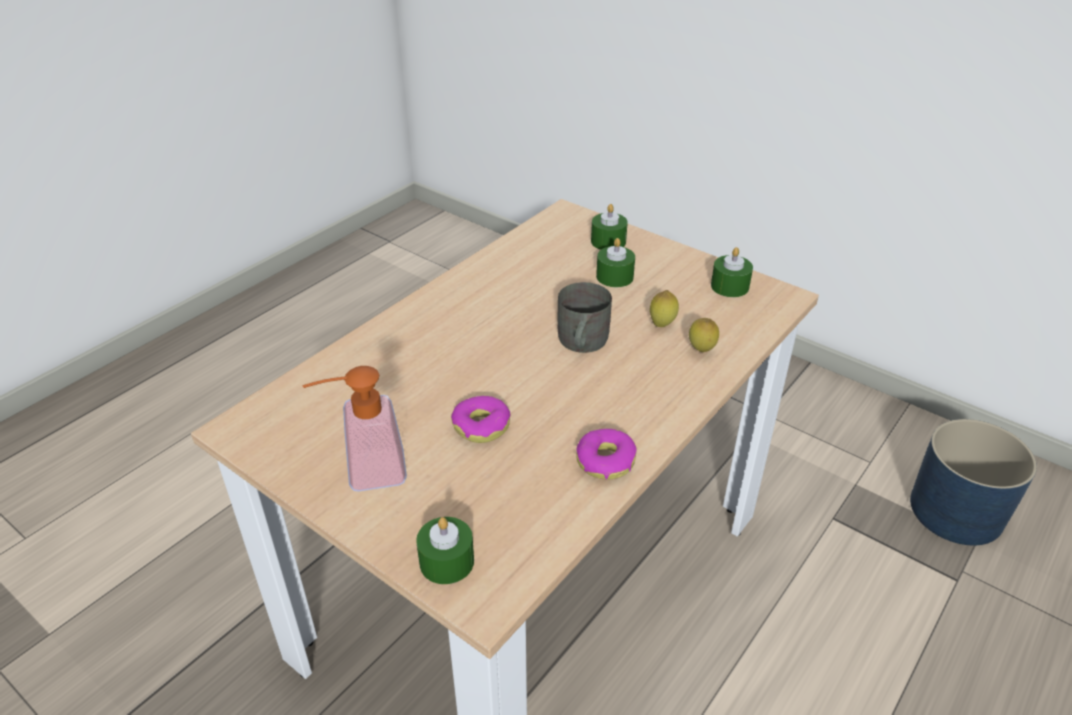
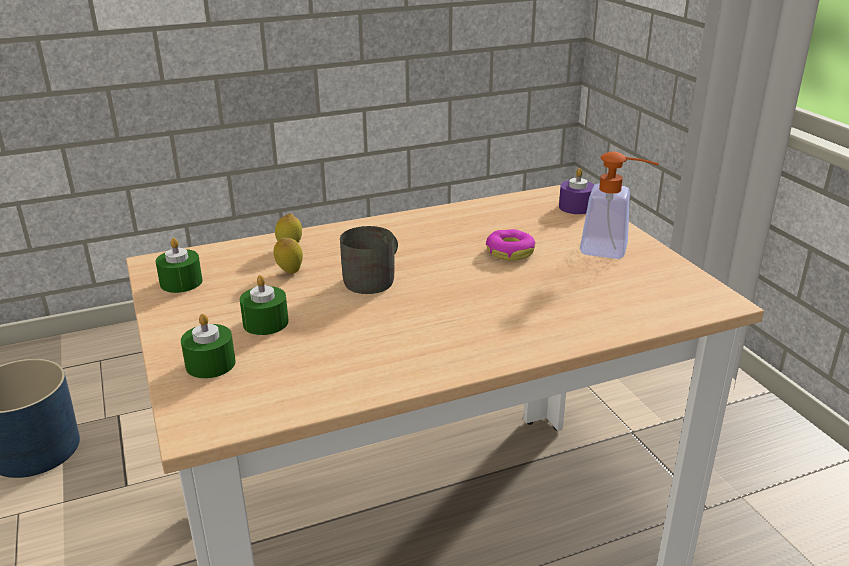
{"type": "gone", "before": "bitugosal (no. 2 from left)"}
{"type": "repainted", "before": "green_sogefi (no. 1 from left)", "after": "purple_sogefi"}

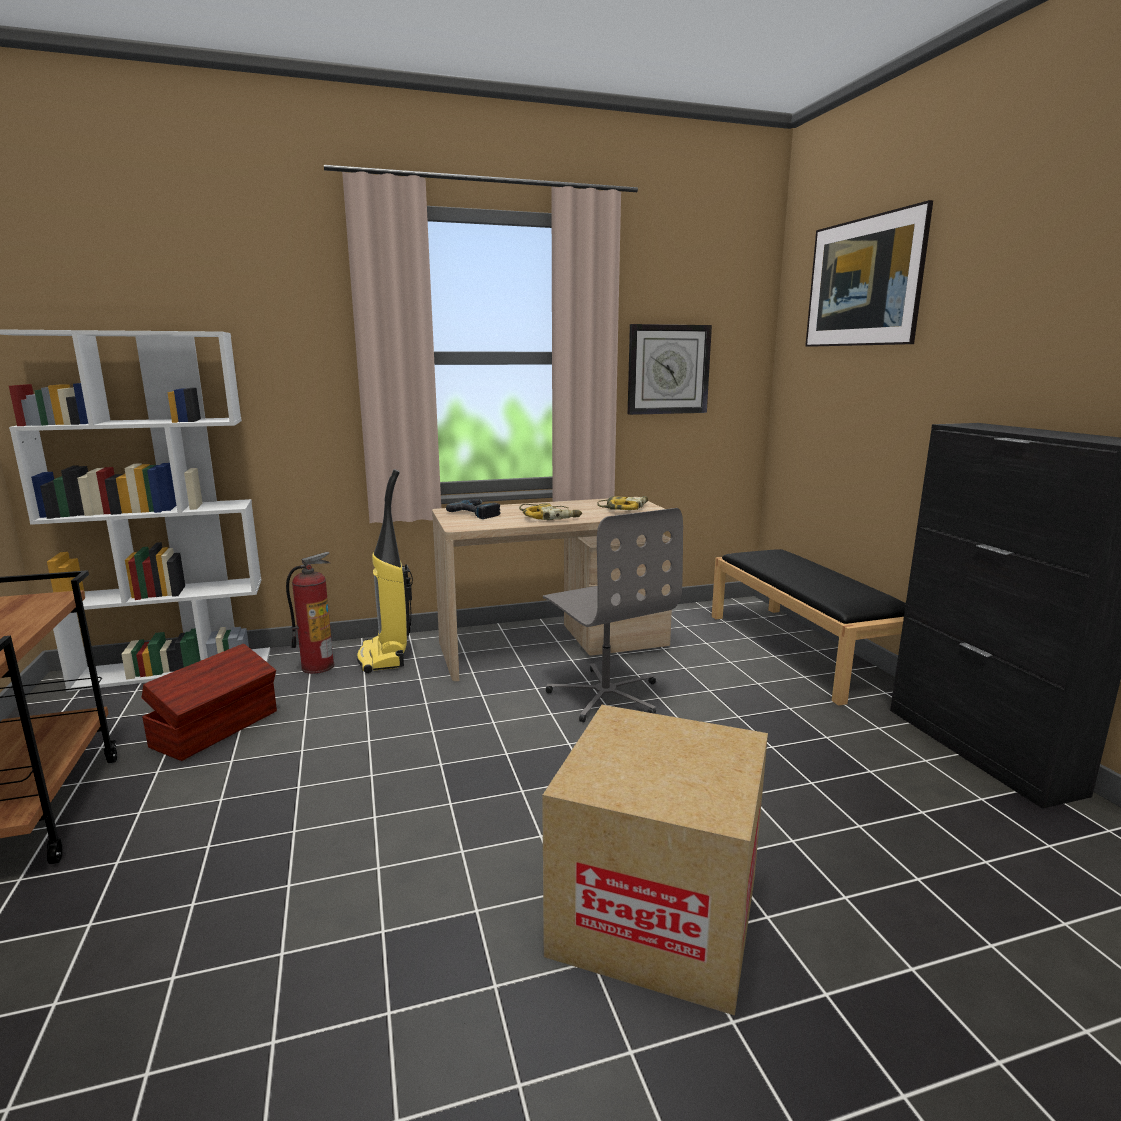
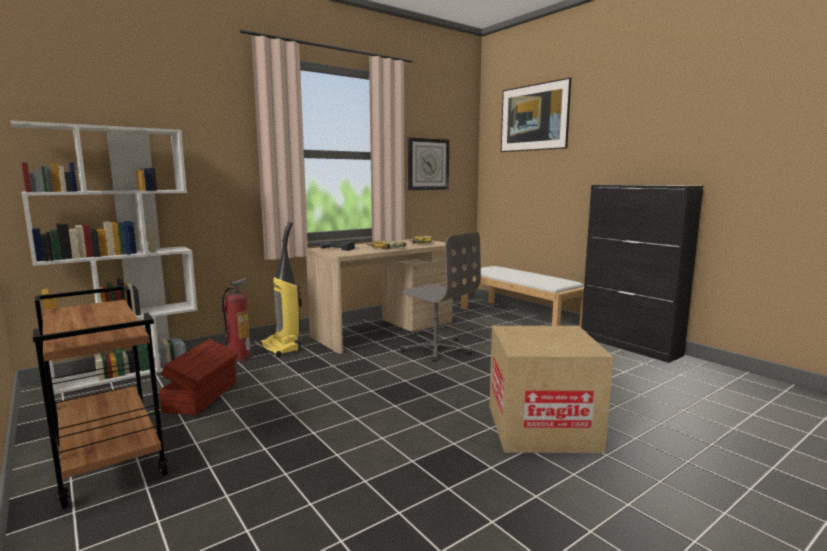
{"type": "repainted", "before": "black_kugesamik", "after": "white_kugesamik"}

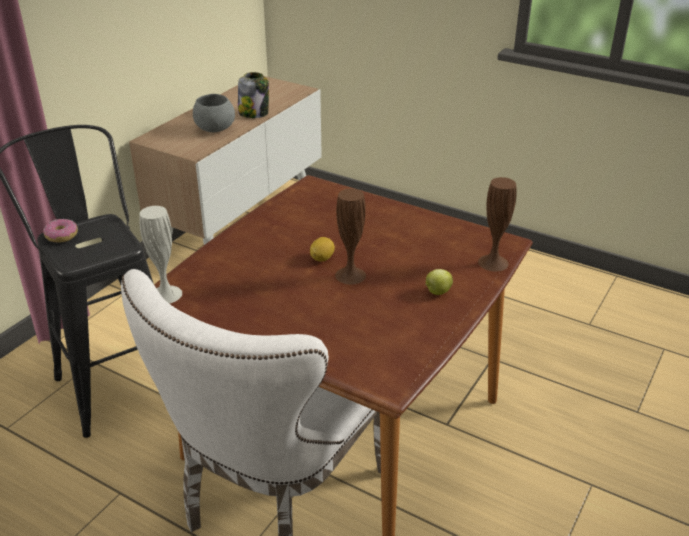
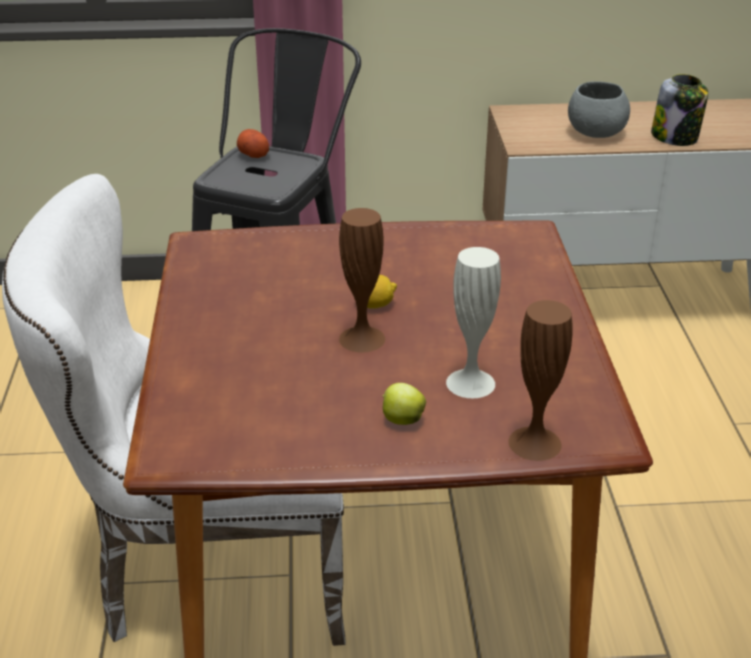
{"type": "shifted", "before": "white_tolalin"}
{"type": "swapped", "before": "bitugosal", "after": "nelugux"}

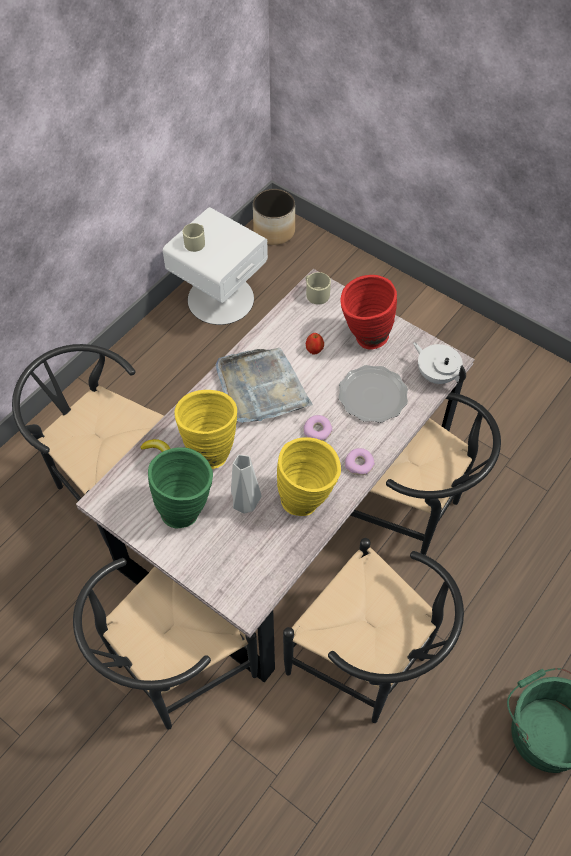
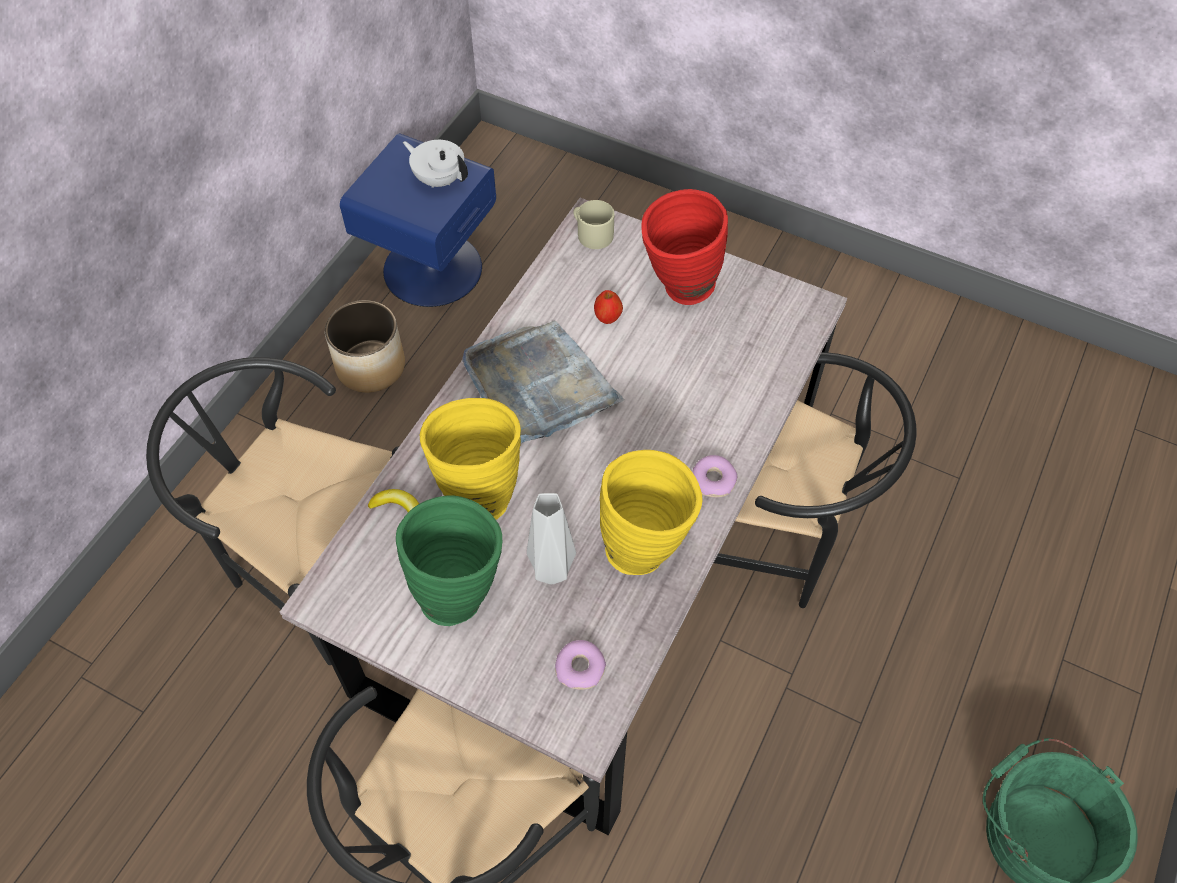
{"type": "gone", "before": "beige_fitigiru (no. 1 from left)"}
{"type": "gone", "before": "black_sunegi (no. 3 from left)"}
{"type": "gone", "before": "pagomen"}
{"type": "shifted", "before": "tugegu"}
{"type": "shifted", "before": "bitugosal (no. 1 from left)"}
{"type": "shifted", "before": "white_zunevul"}
{"type": "repainted", "before": "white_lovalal", "after": "blue_lovalal"}

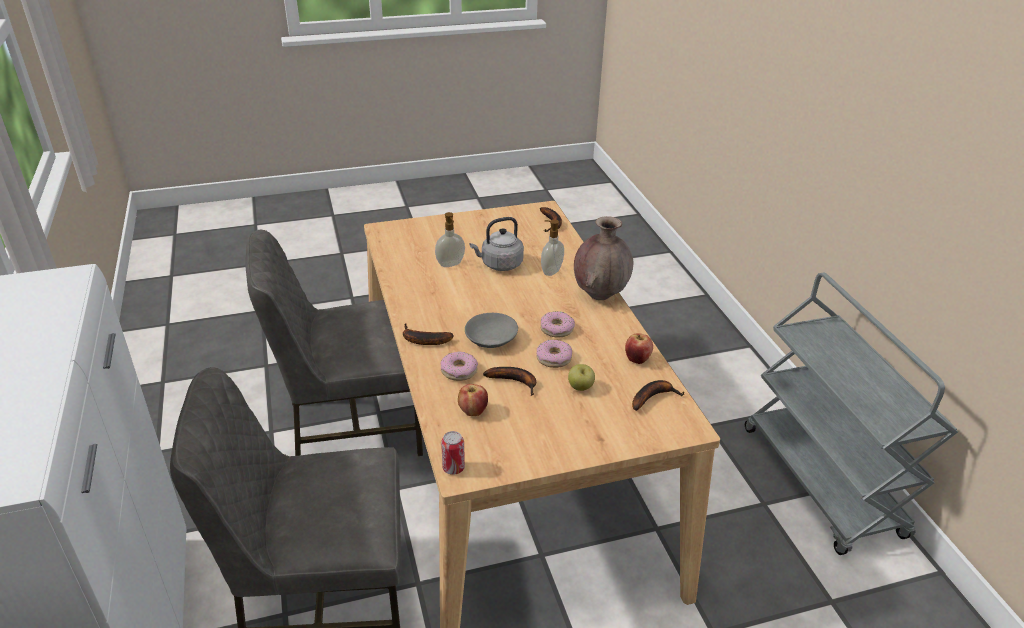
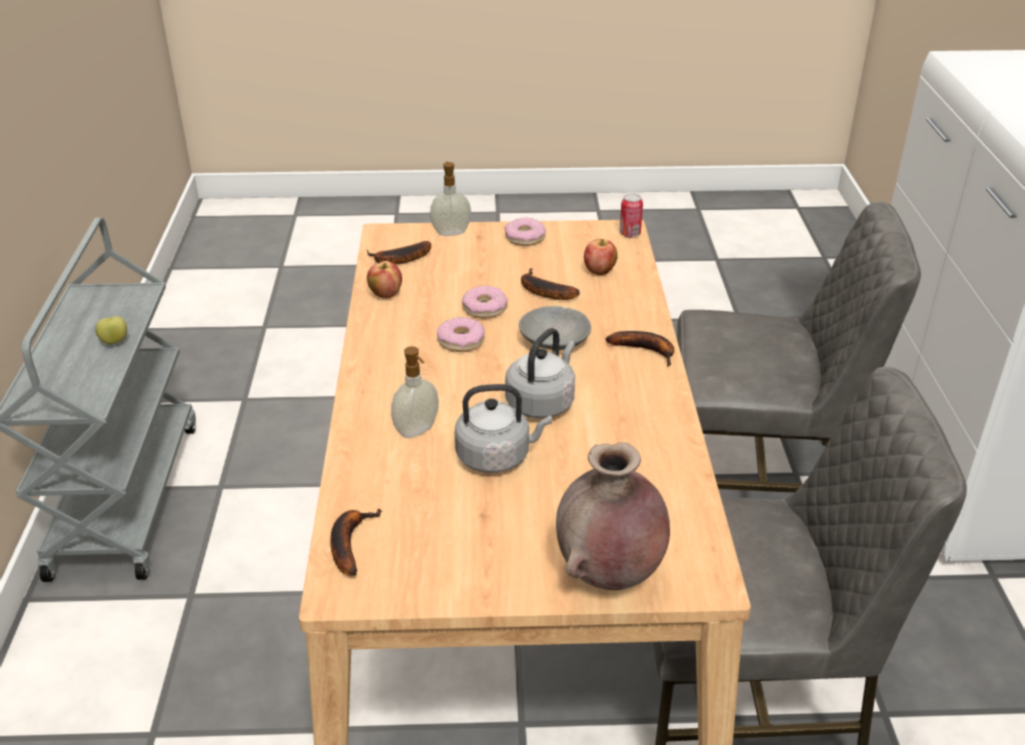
{"type": "new", "after": "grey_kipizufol (no. 2 from left)"}
{"type": "shifted", "before": "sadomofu (no. 1 from left in the first image)", "after": "sadomofu (no. 2 from left)"}
{"type": "shifted", "before": "bitugosal (no. 1 from left in the first image)", "after": "bitugosal (no. 3 from left)"}
{"type": "shifted", "before": "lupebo (no. 2 from left in the first image)", "after": "lupebo (no. 1 from left)"}
{"type": "shifted", "before": "brown_tolalin"}

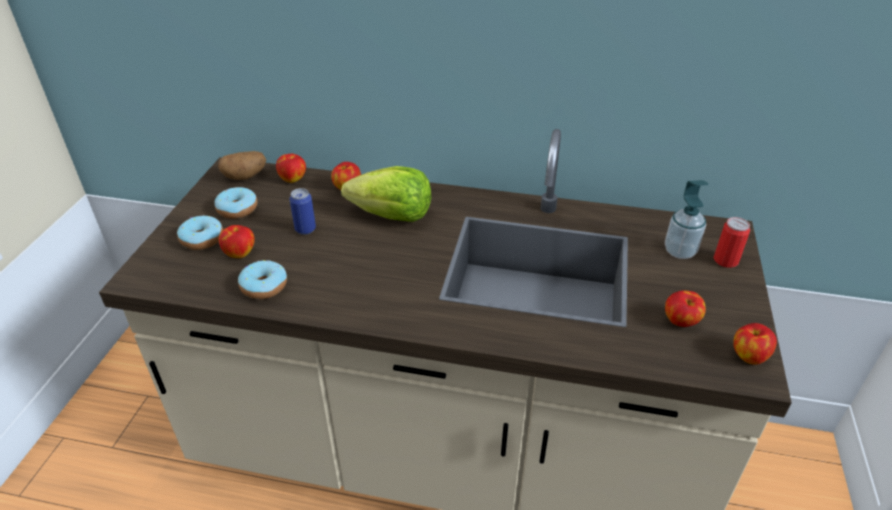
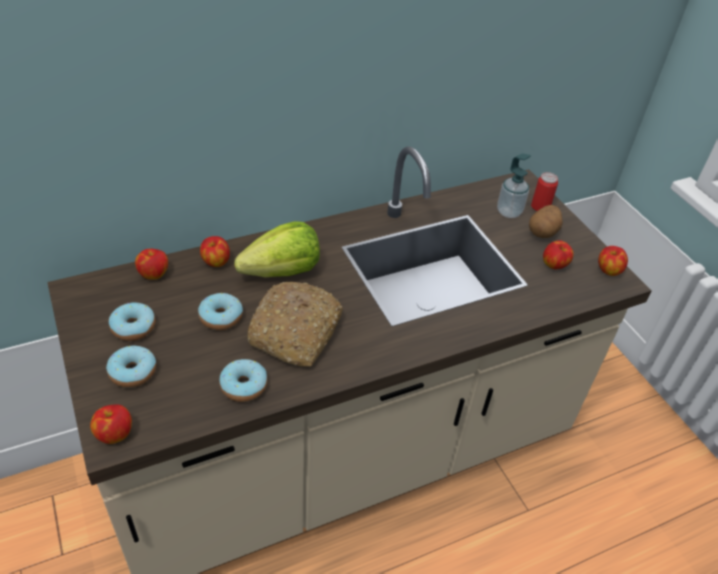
{"type": "new", "after": "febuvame"}
{"type": "shifted", "before": "nelugux"}
{"type": "shifted", "before": "lupebo (no. 1 from left)"}
{"type": "swapped", "before": "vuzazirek (no. 1 from left)", "after": "bitugosal (no. 3 from left)"}

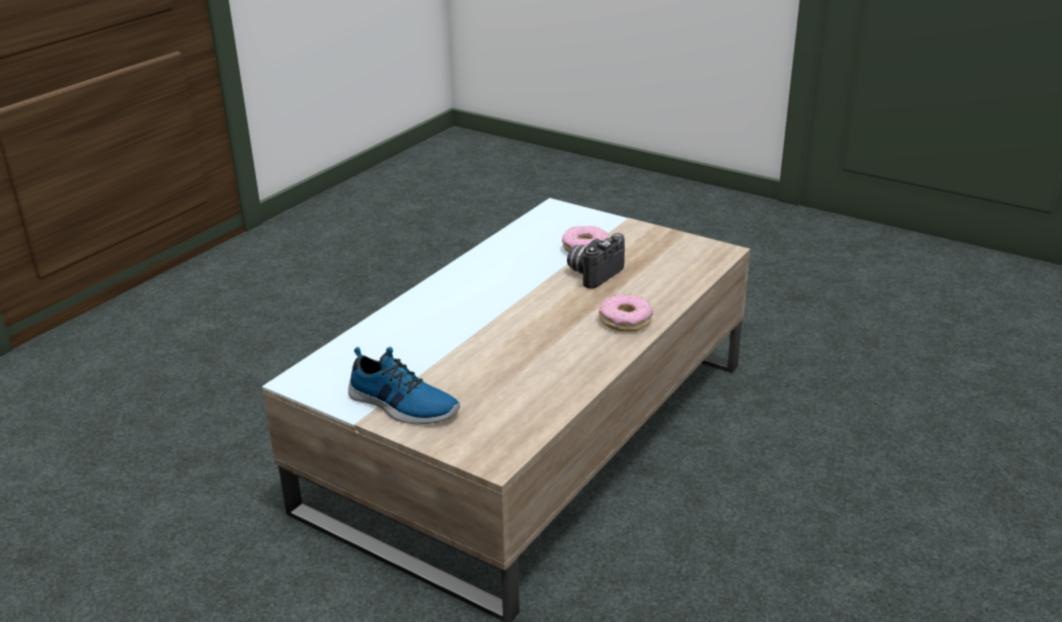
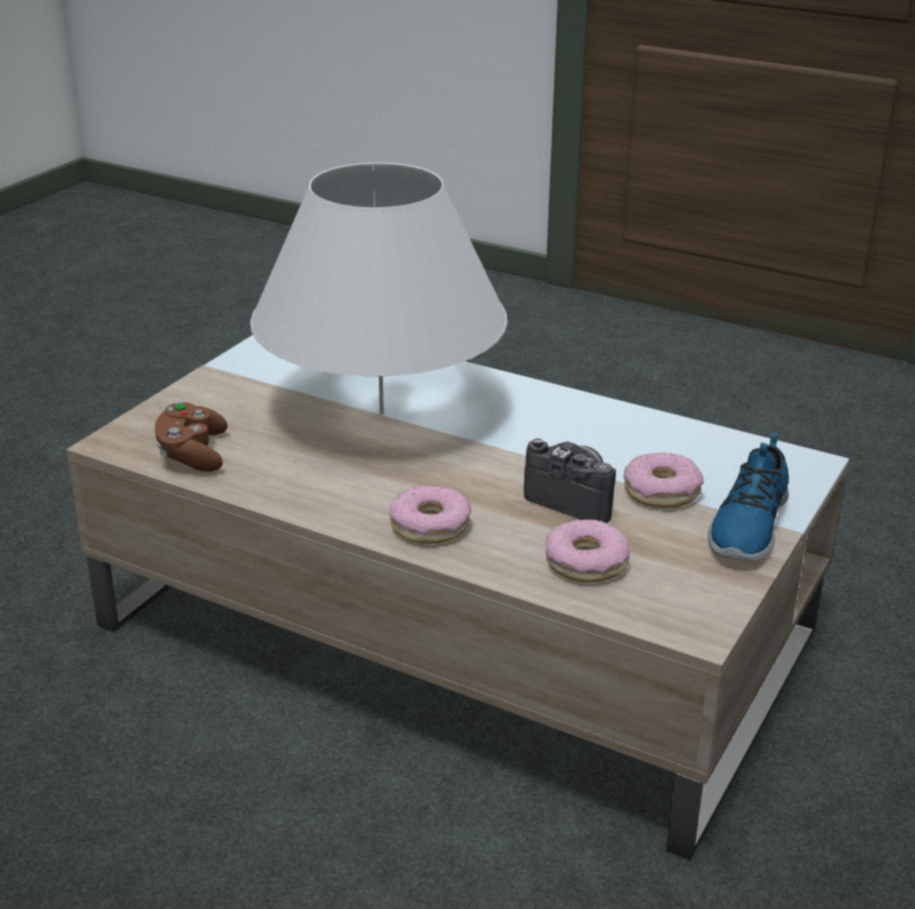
{"type": "new", "after": "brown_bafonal"}
{"type": "new", "after": "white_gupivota"}
{"type": "new", "after": "bitugosal (no. 2 from left)"}
{"type": "shifted", "before": "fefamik"}

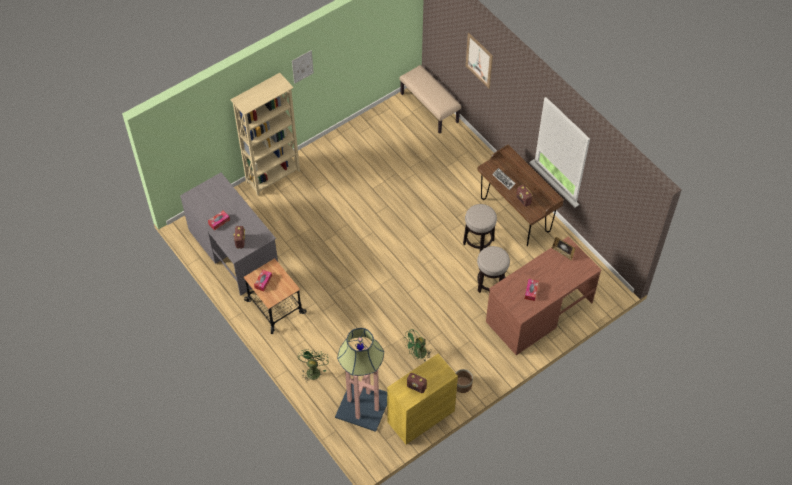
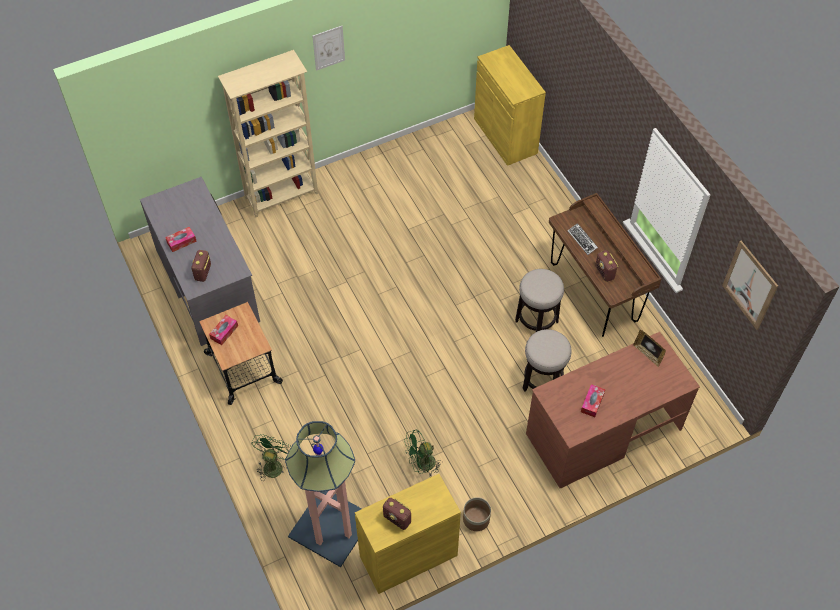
{"type": "shifted", "before": "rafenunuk (no. 2 from left)"}
{"type": "swapped", "before": "beige_kugesamik", "after": "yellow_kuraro (no. 2 from left)"}

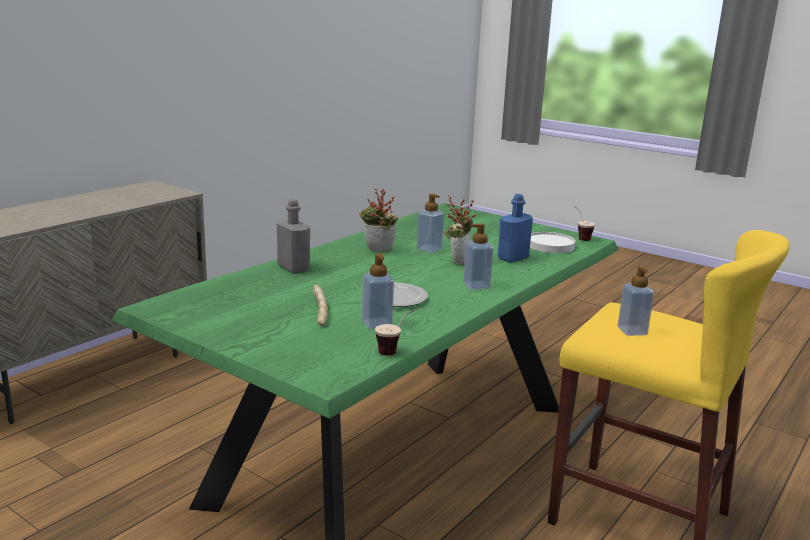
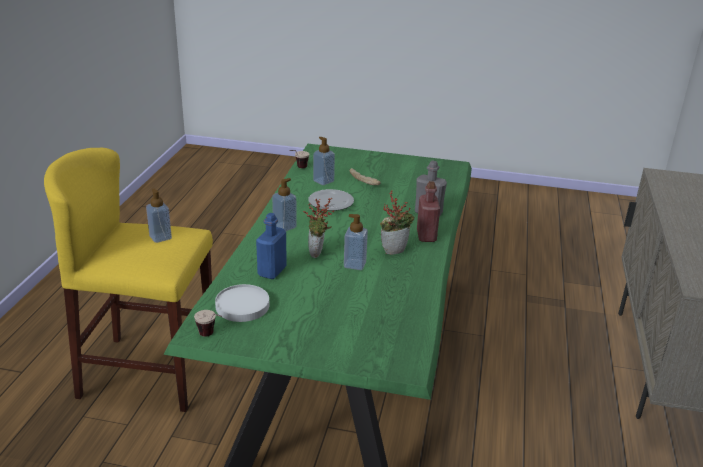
{"type": "new", "after": "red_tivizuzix"}

